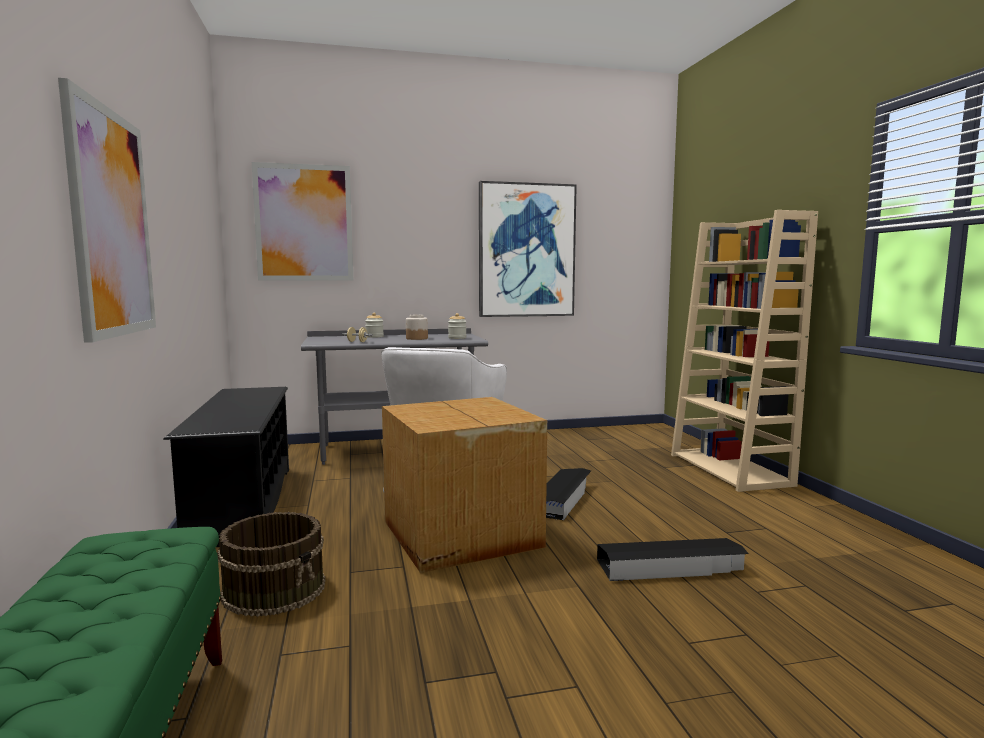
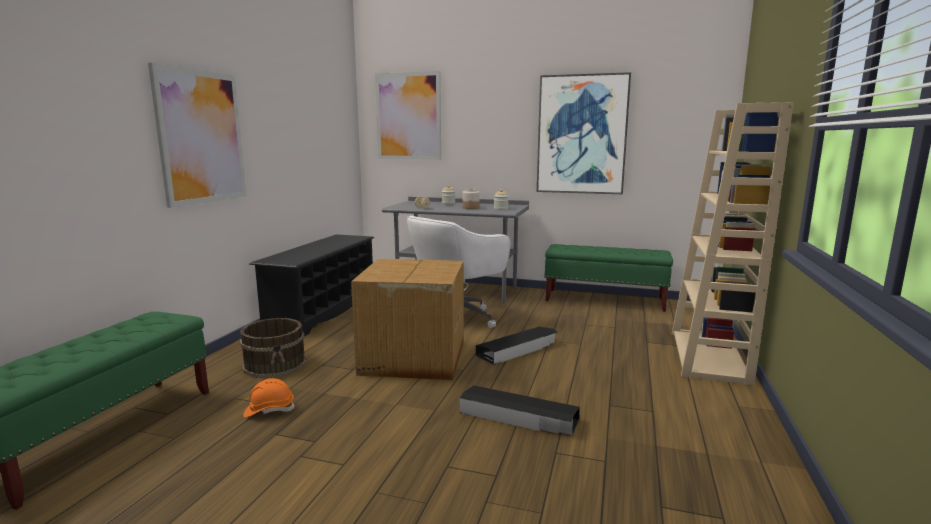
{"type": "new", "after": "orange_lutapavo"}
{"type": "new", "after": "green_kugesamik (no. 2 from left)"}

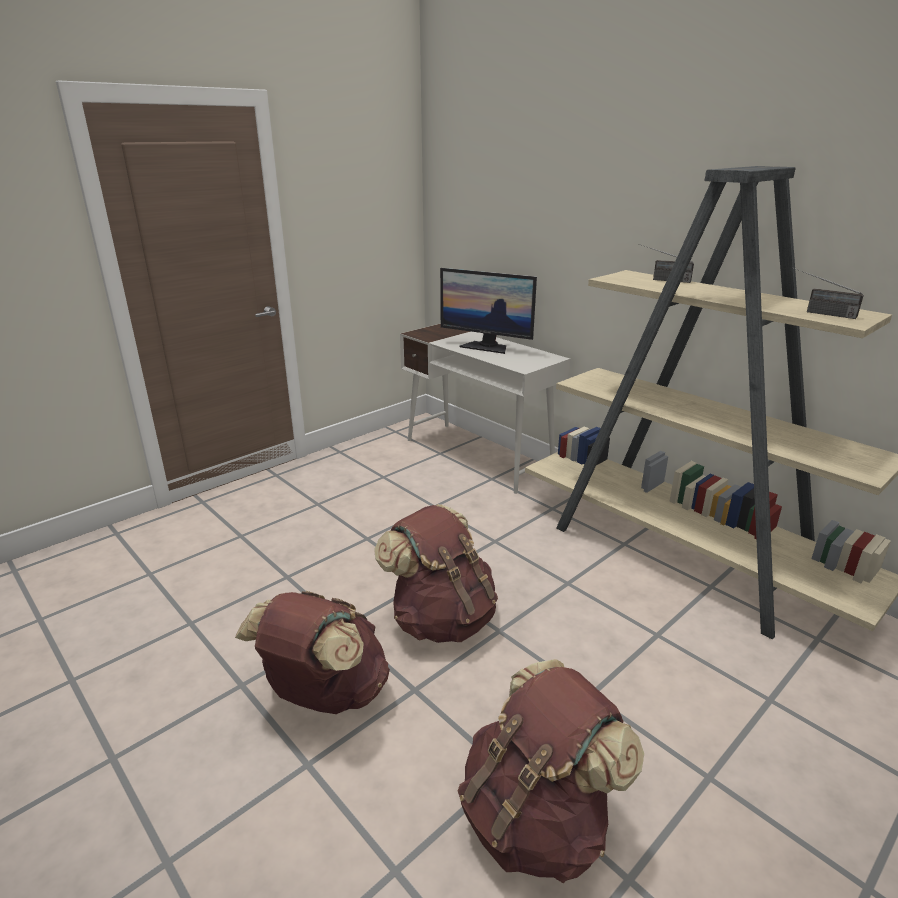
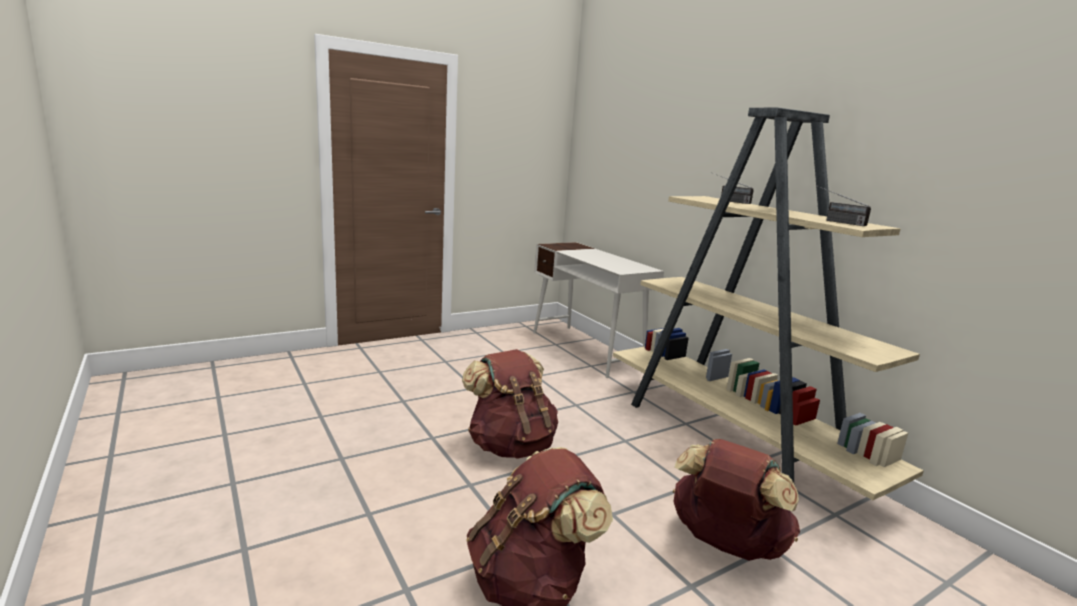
{"type": "gone", "before": "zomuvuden"}
{"type": "shifted", "before": "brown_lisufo (no. 1 from left in the first image)", "after": "brown_lisufo (no. 3 from left)"}

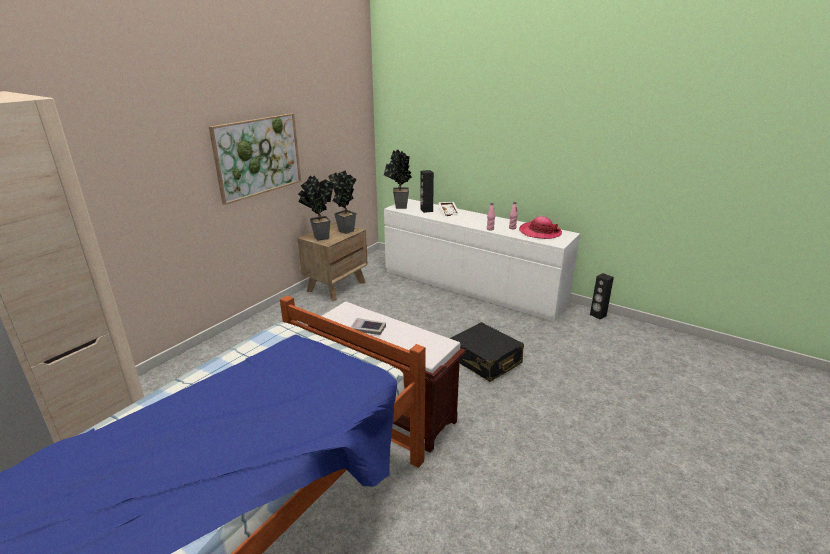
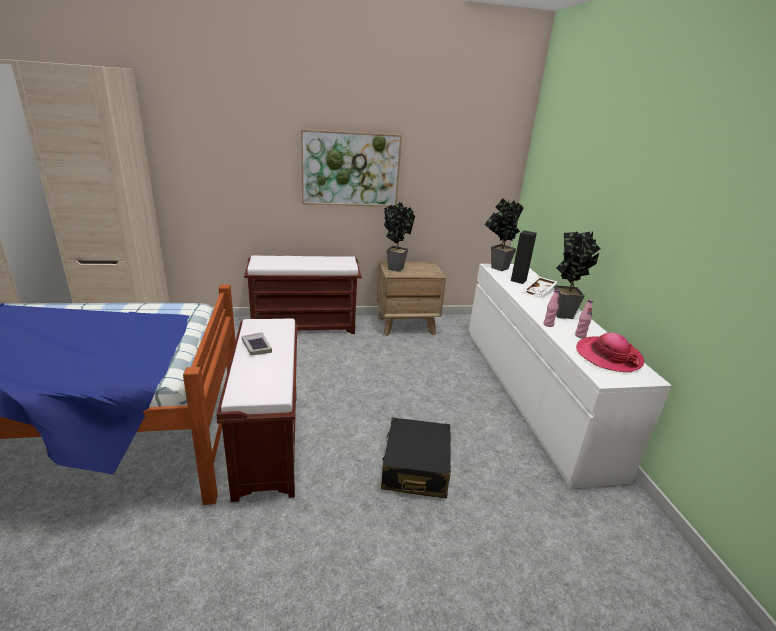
{"type": "gone", "before": "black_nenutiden (no. 2 from left)"}
{"type": "new", "after": "brown_kugesamik (no. 2 from left)"}
{"type": "shifted", "before": "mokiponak (no. 2 from left in the first image)", "after": "mokiponak (no. 3 from left)"}

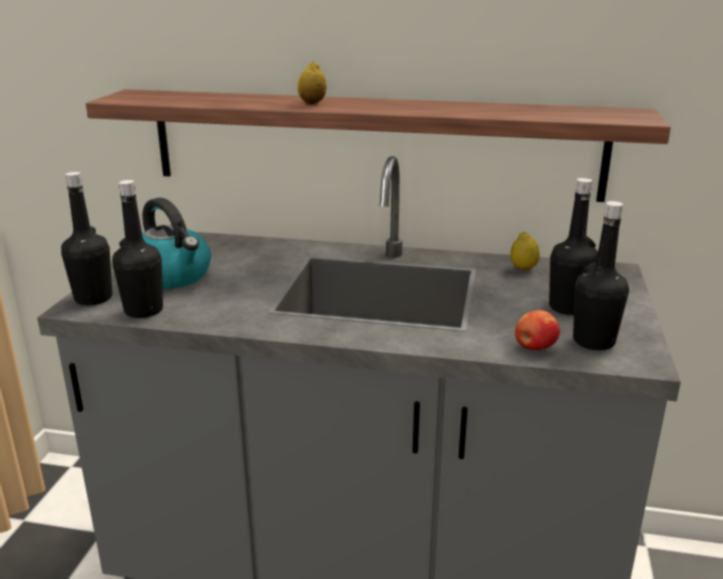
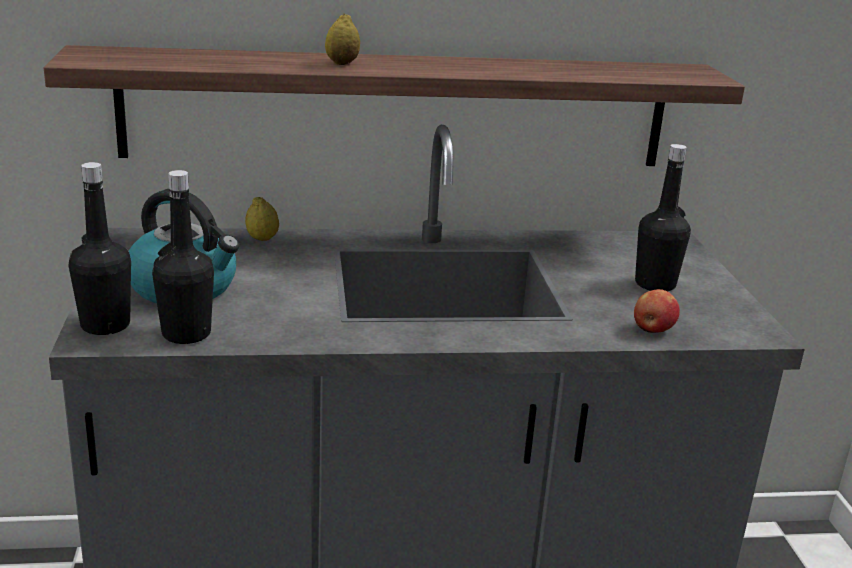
{"type": "gone", "before": "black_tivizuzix (no. 4 from left)"}
{"type": "shifted", "before": "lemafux (no. 2 from left in the first image)", "after": "lemafux (no. 1 from left)"}

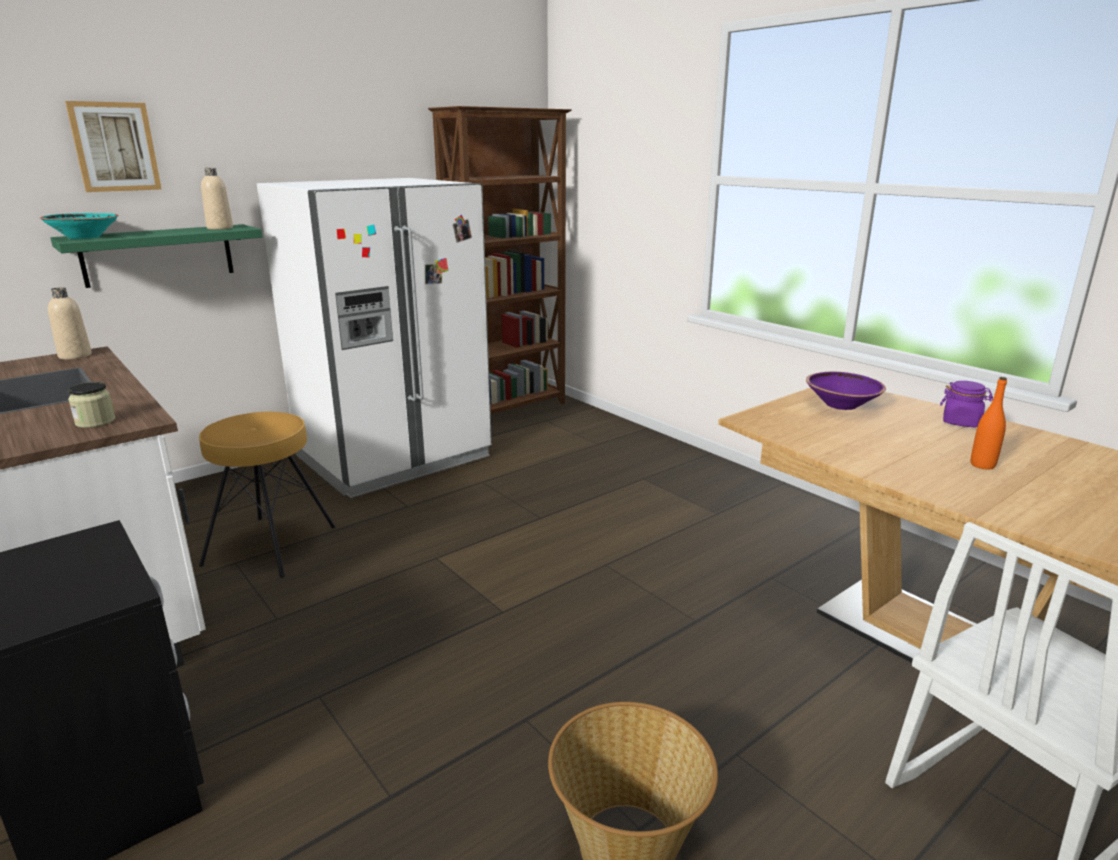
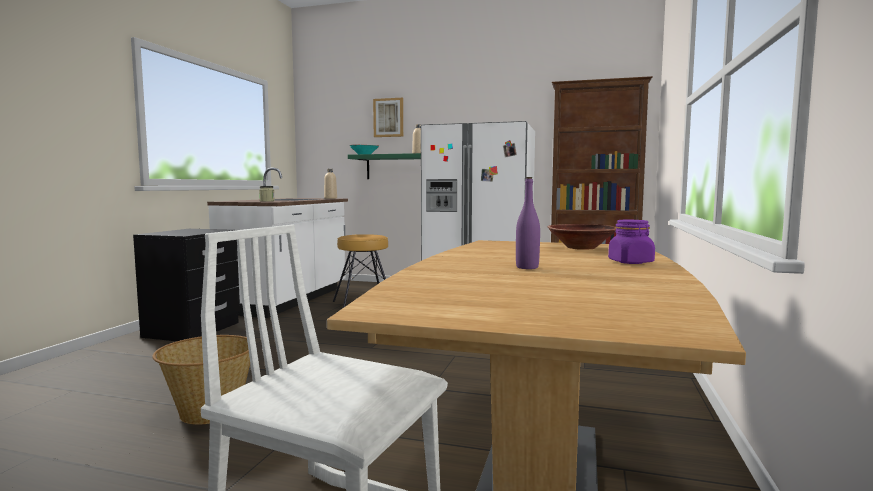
{"type": "repainted", "before": "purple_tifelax", "after": "brown_tifelax"}
{"type": "repainted", "before": "orange_tivizuzix", "after": "purple_tivizuzix"}

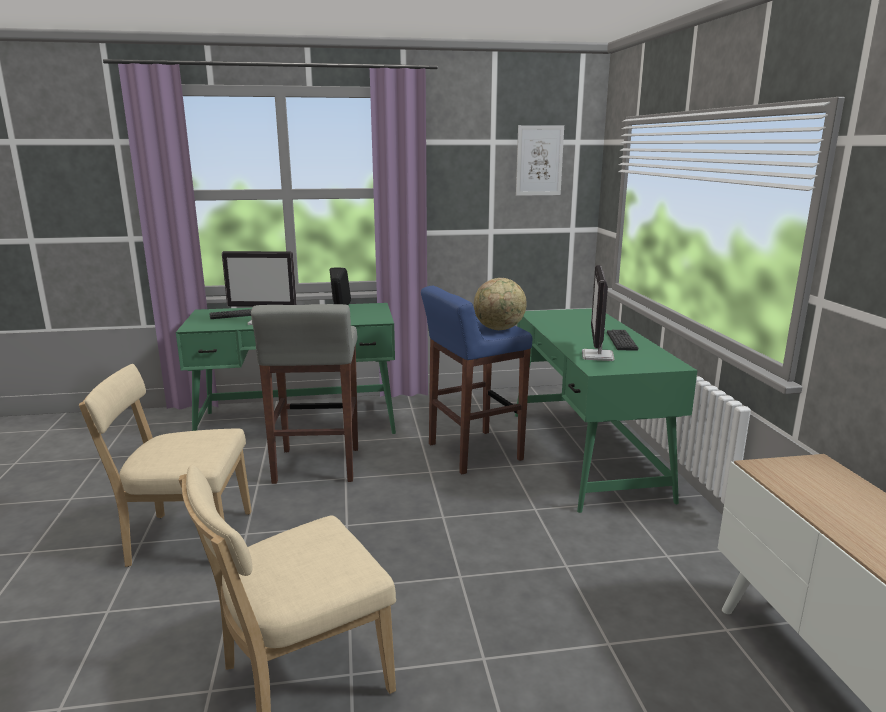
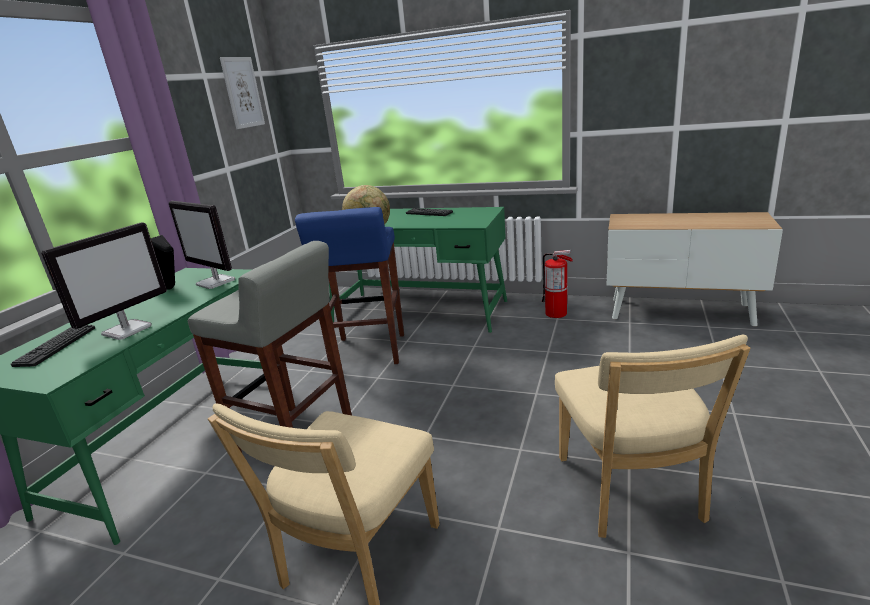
{"type": "new", "after": "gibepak"}
{"type": "shifted", "before": "zomuvuden (no. 2 from left)"}

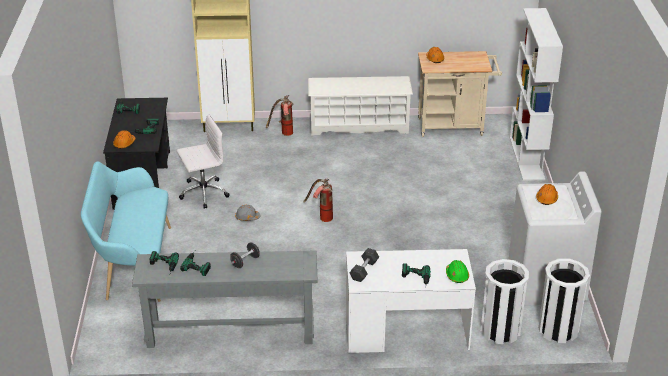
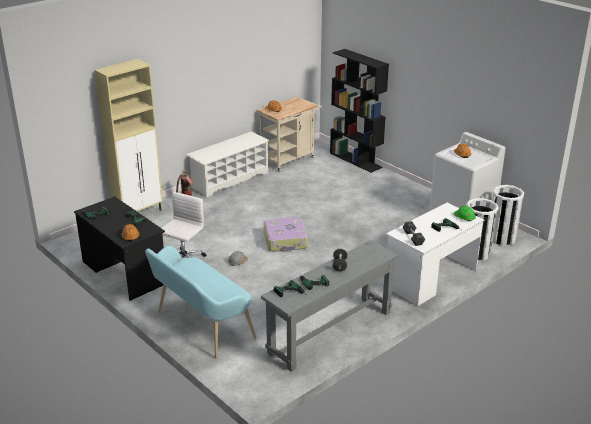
{"type": "swapped", "before": "gibepak (no. 2 from left)", "after": "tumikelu"}
{"type": "repainted", "before": "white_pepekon", "after": "black_pepekon"}

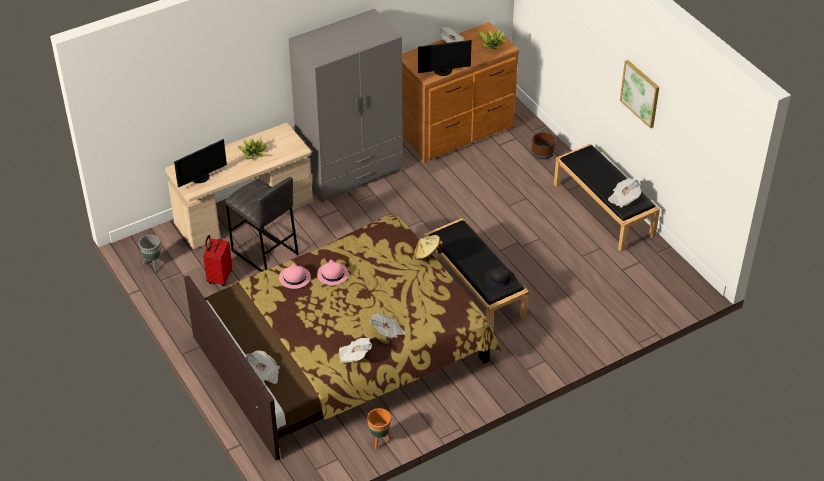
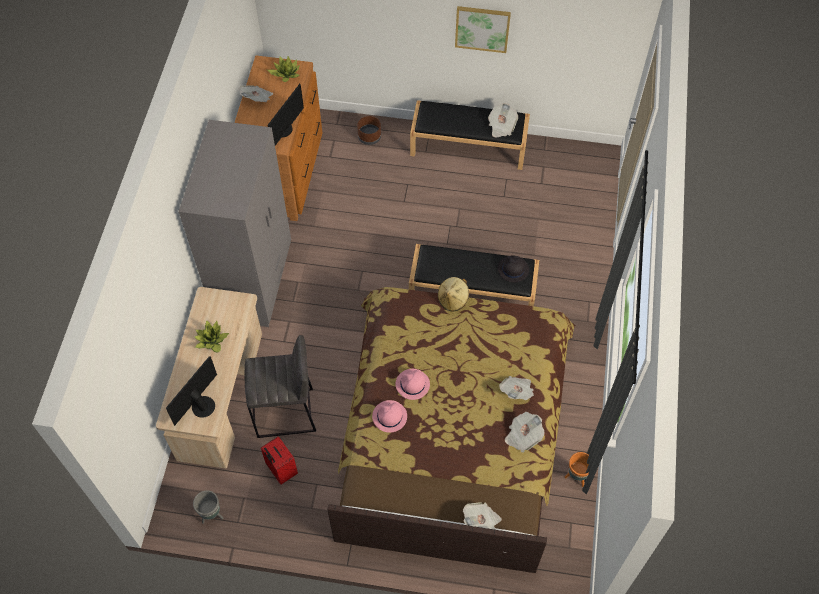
{"type": "rotated", "before": "zomuvuden (no. 1 from left)", "turn": -150}

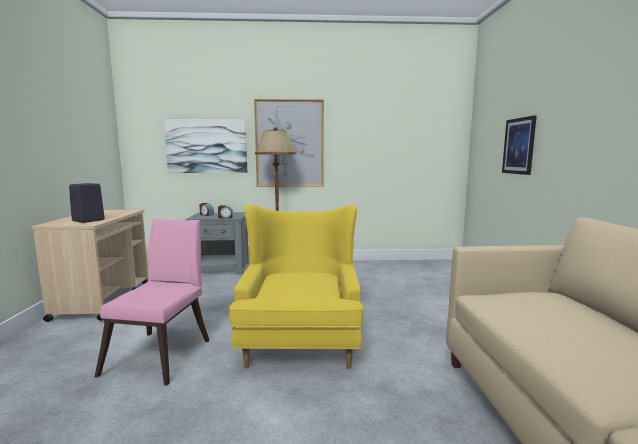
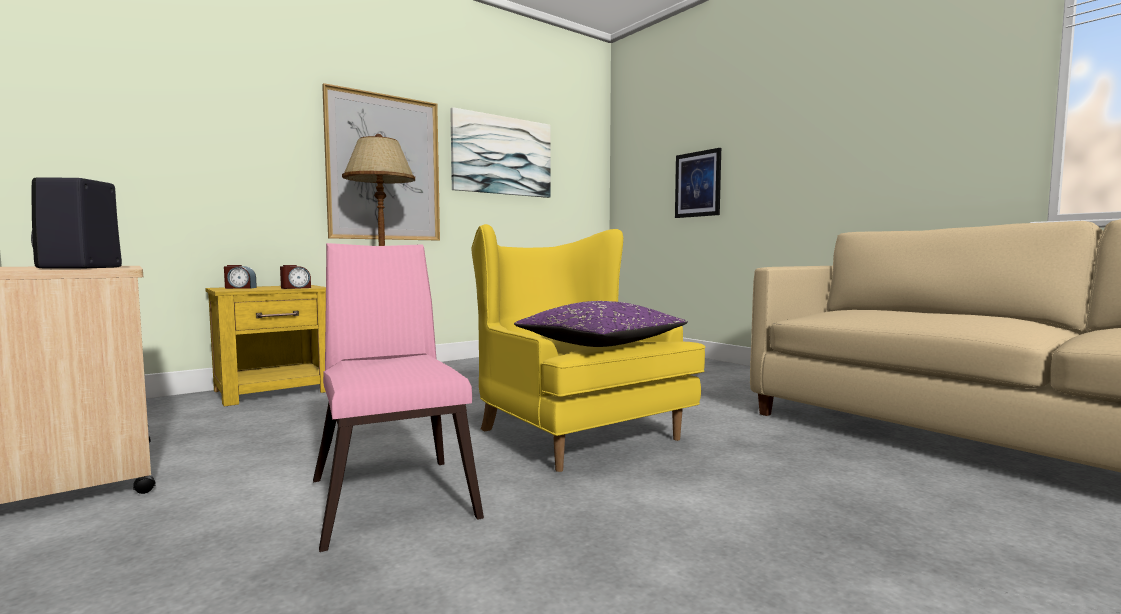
{"type": "new", "after": "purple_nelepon"}
{"type": "shifted", "before": "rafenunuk (no. 1 from left in the first image)", "after": "rafenunuk (no. 2 from left)"}
{"type": "repainted", "before": "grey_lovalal", "after": "yellow_lovalal"}

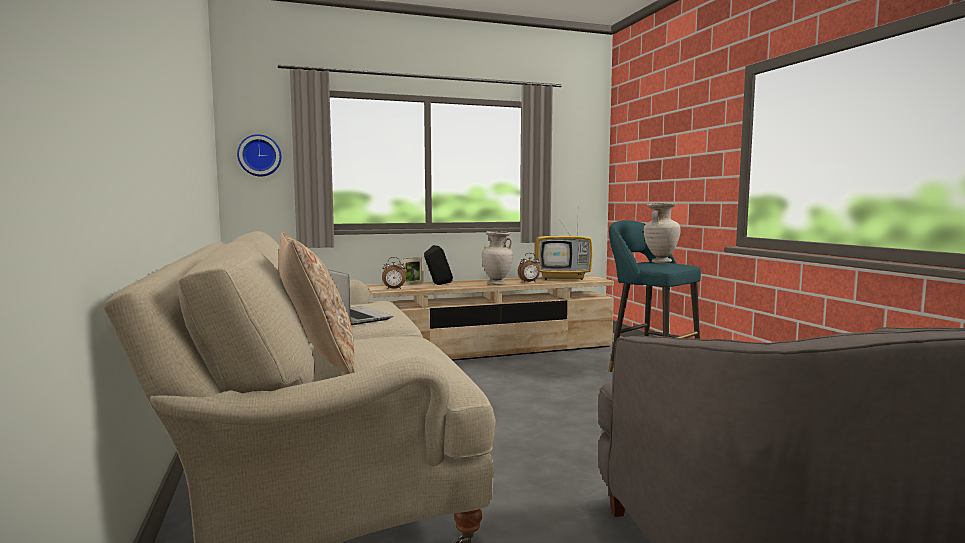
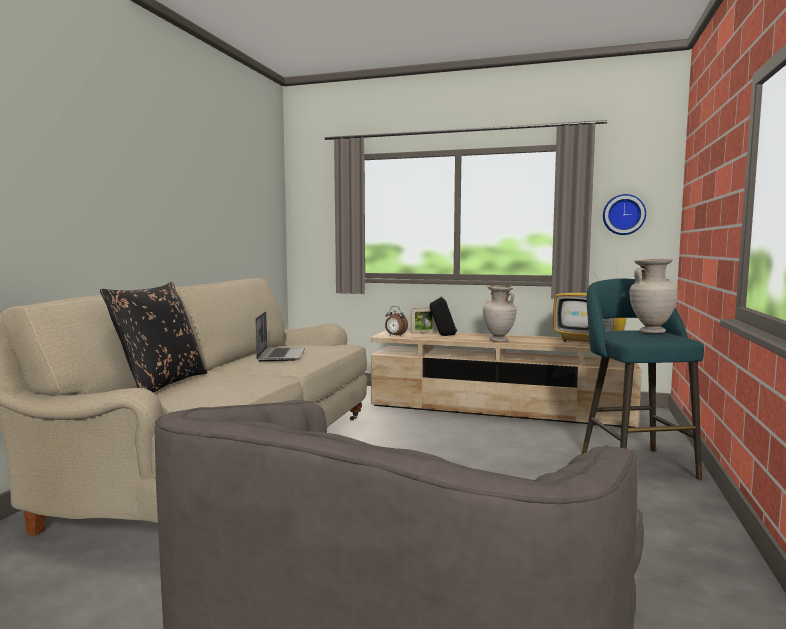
{"type": "gone", "before": "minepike (no. 2 from left)"}
{"type": "shifted", "before": "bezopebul"}
{"type": "repainted", "before": "beige_nelepon", "after": "black_nelepon"}

